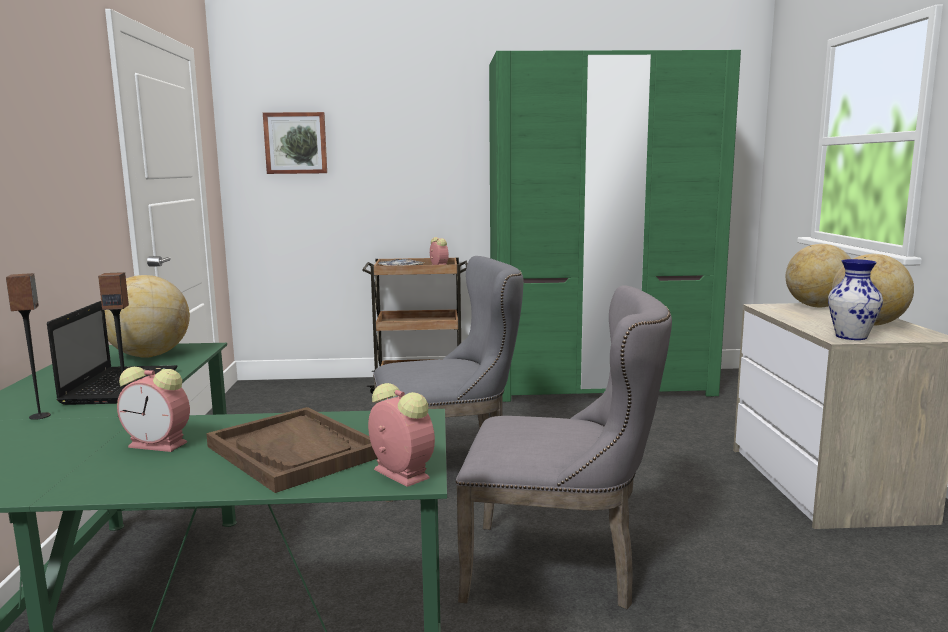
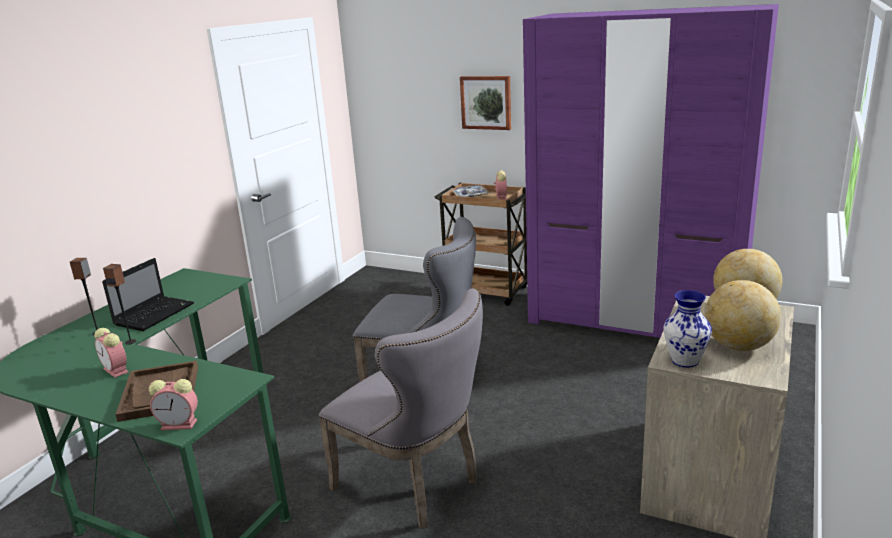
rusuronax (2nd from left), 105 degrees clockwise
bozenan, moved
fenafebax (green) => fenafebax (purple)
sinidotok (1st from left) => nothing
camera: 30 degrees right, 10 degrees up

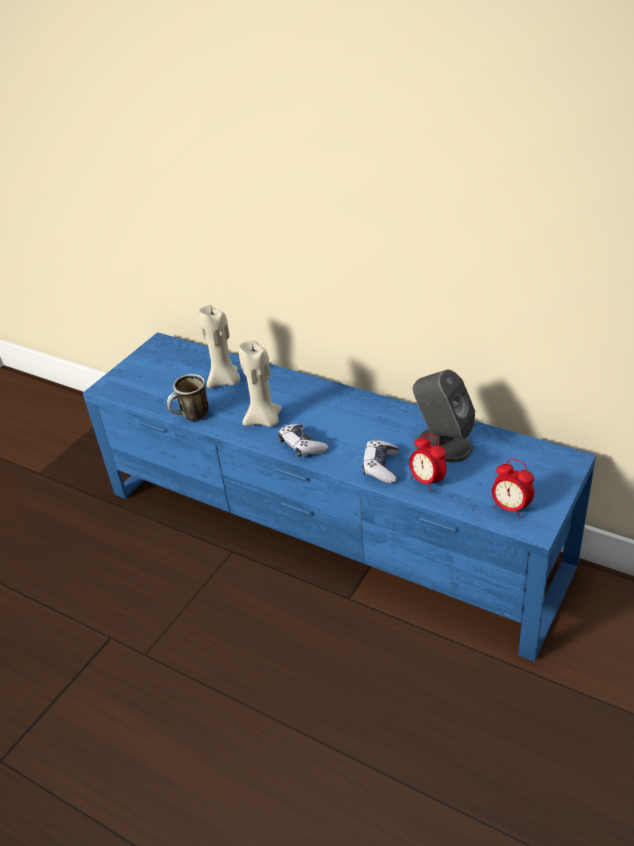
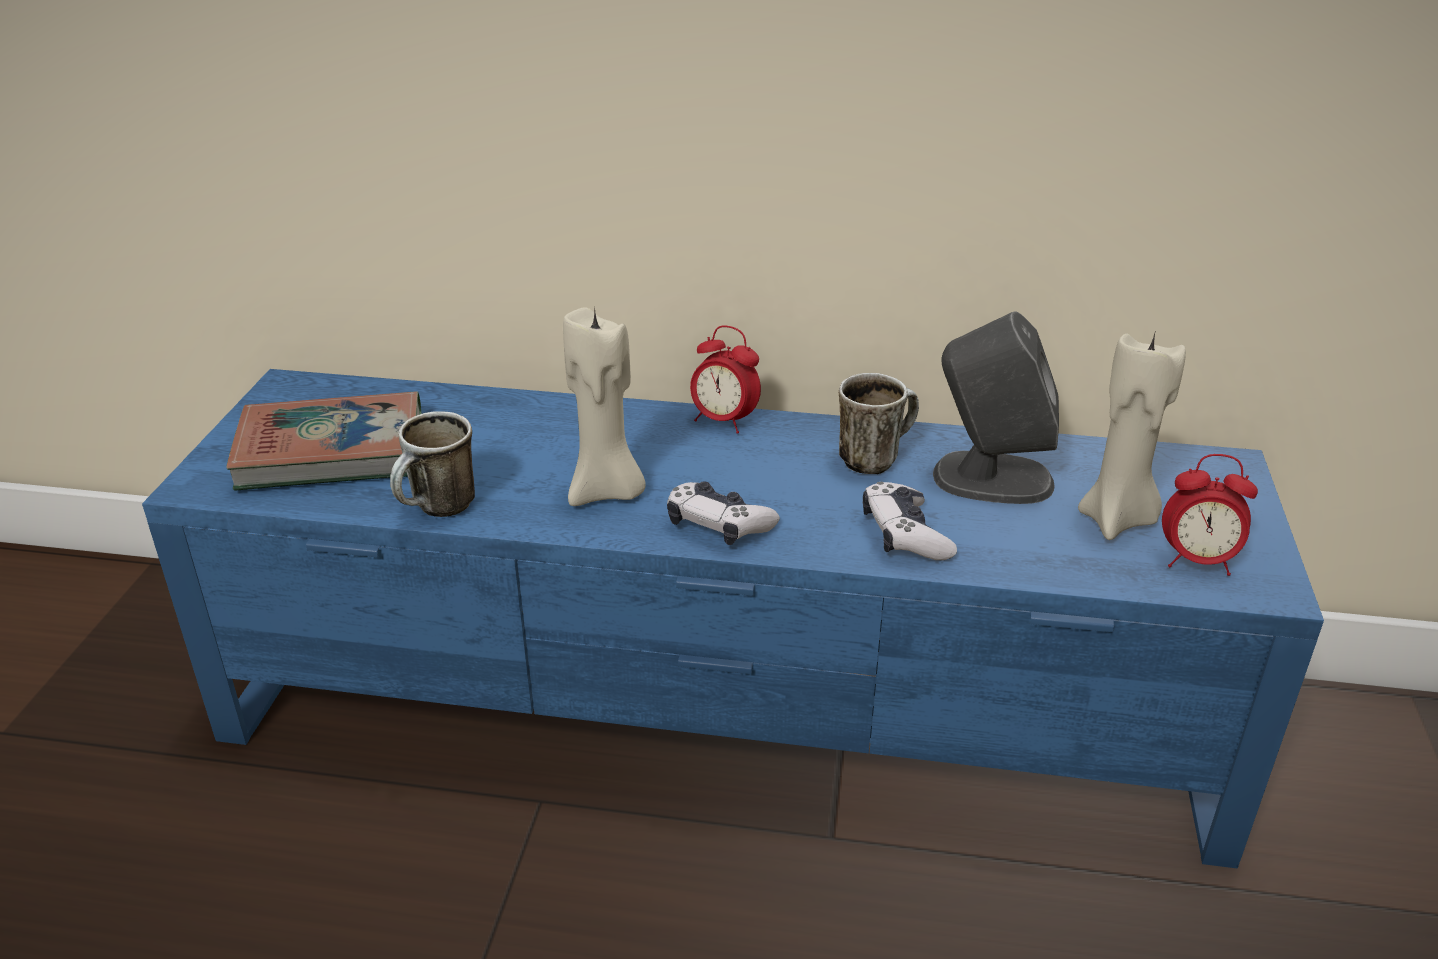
nothing => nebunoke
rusuronax (1st from left), moved
nothing => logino (2nd from left)
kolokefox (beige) (1st from left in the first image) => kolokefox (beige) (2nd from left), moved
camera: 25 degrees left, 5 degrees down

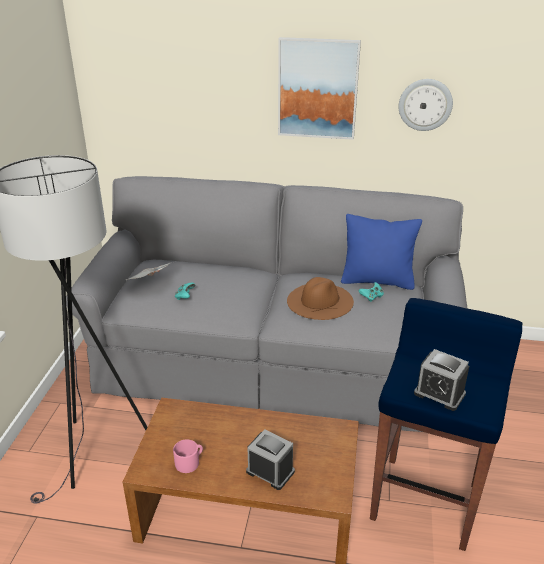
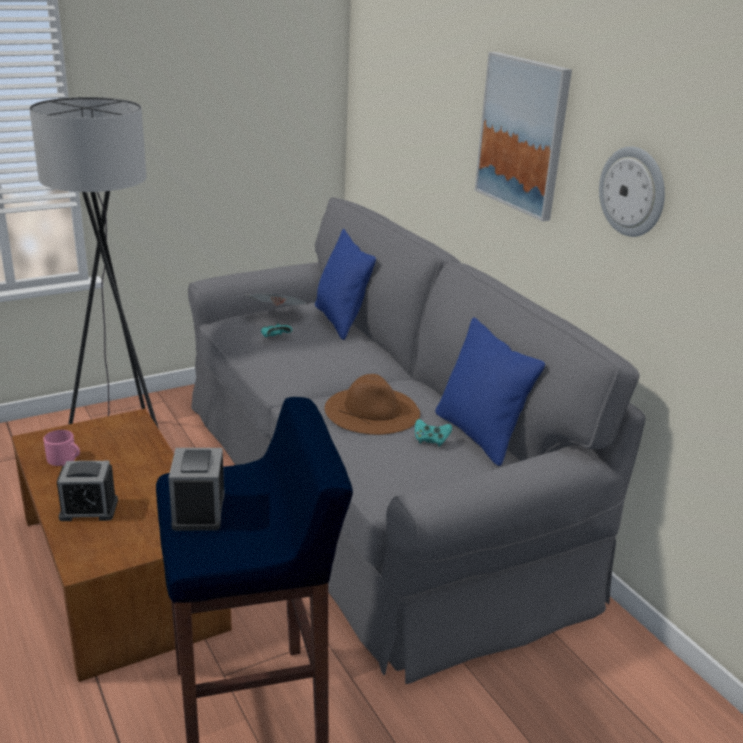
rusuronax (1st from left), 90 degrees clockwise
nothing => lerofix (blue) (1st from left)
camera: 50 degrees right, 5 degrees down

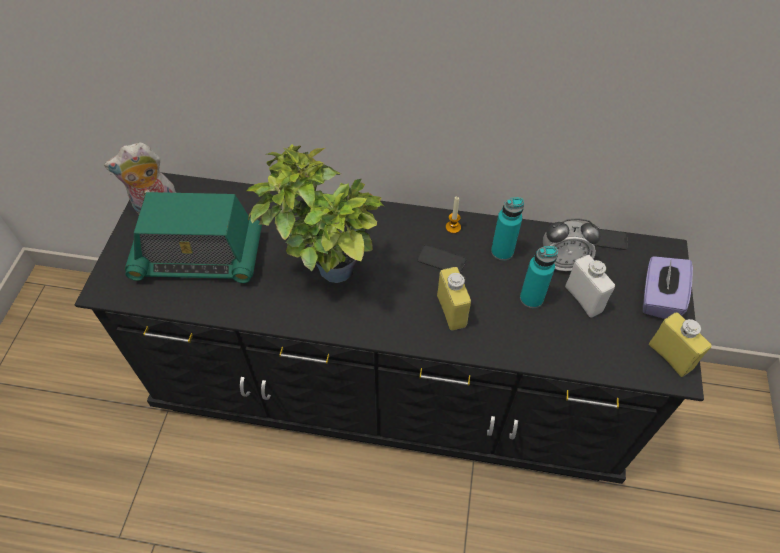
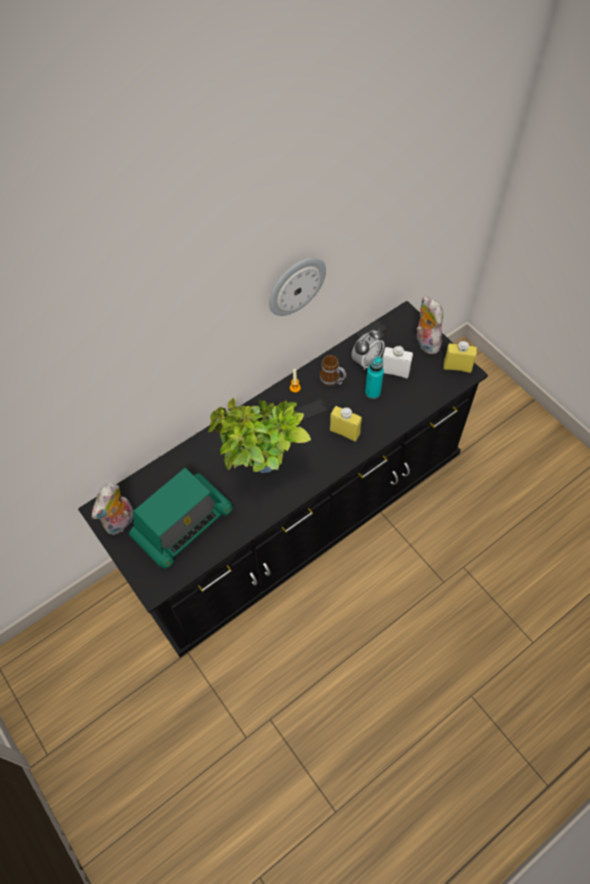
nothing => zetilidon
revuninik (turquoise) (1st from left) => logino
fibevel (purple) => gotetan (2nd from left)
camera: 45 degrees left, 5 degrees up

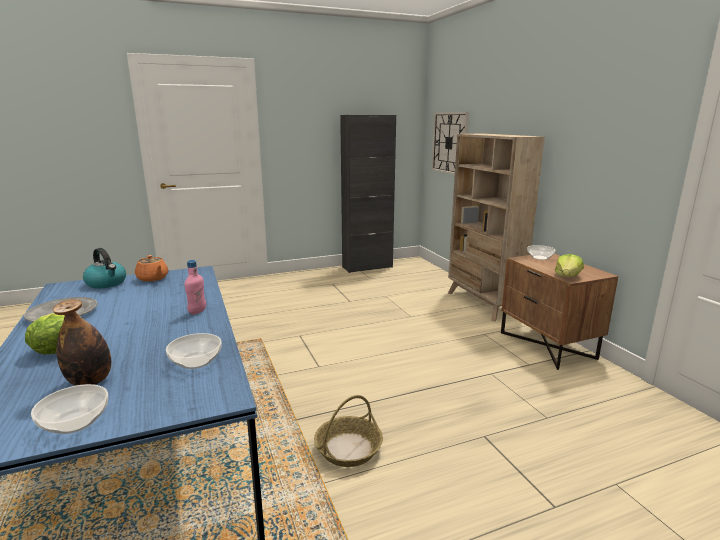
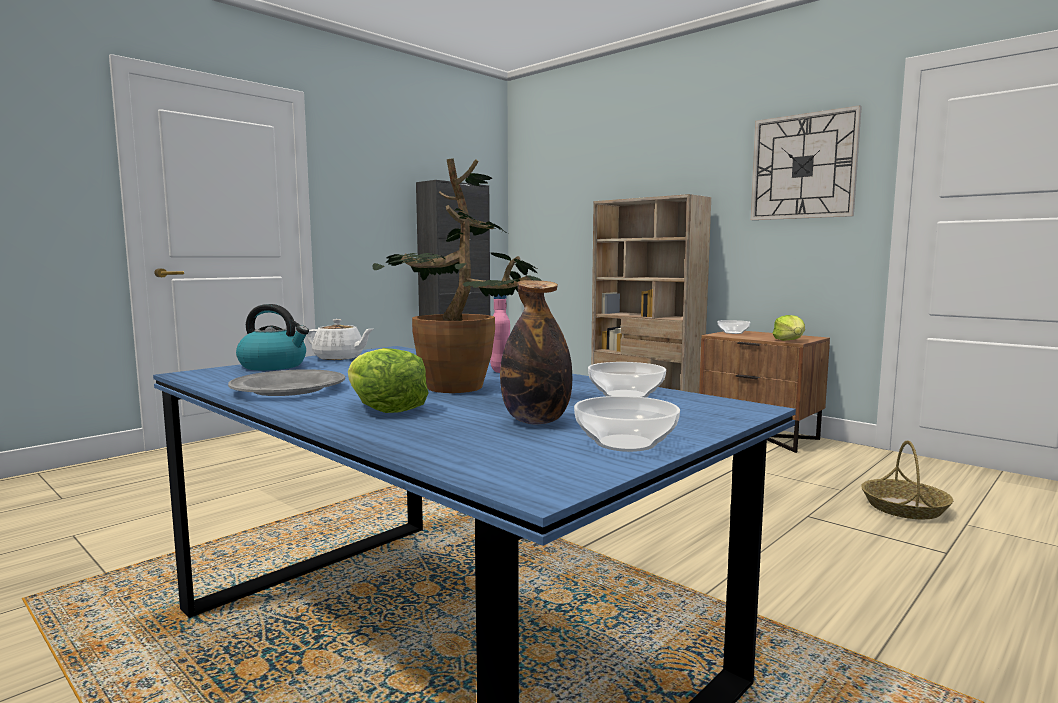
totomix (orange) => totomix (white)
nothing => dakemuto
zetilidon, moved
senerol, moved
camera: 25 degrees left, 10 degrees down

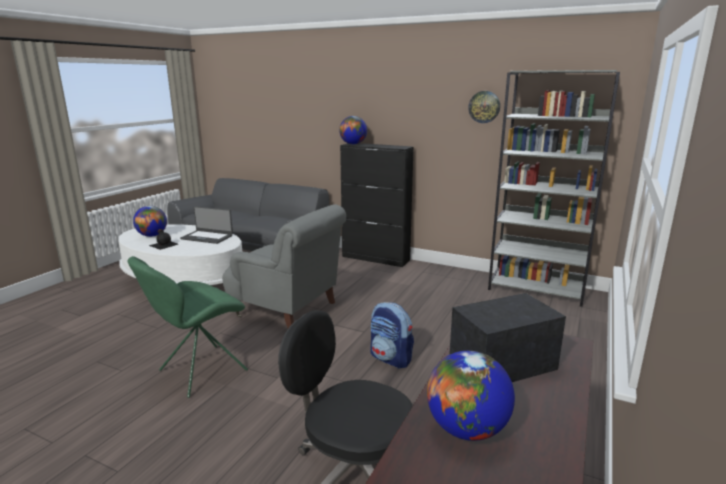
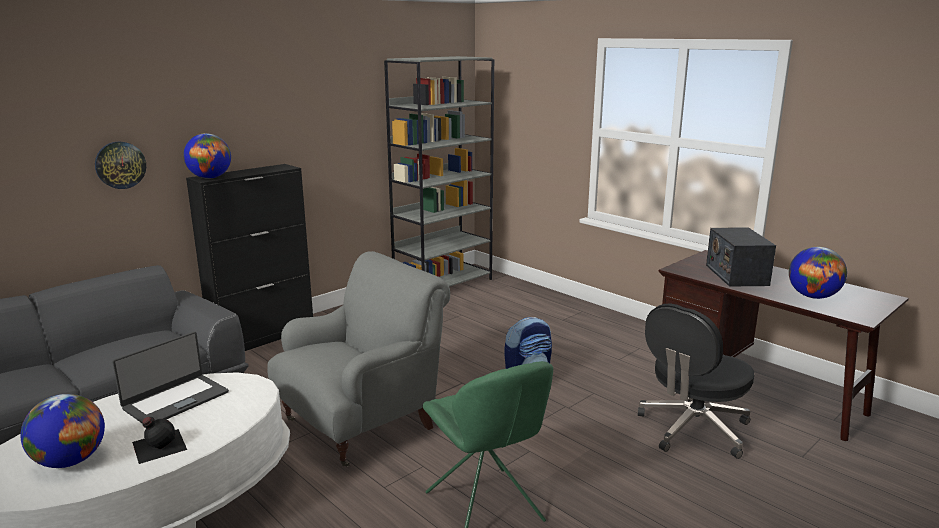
zetilidon, moved
camera: 70 degrees left, 0 degrees up

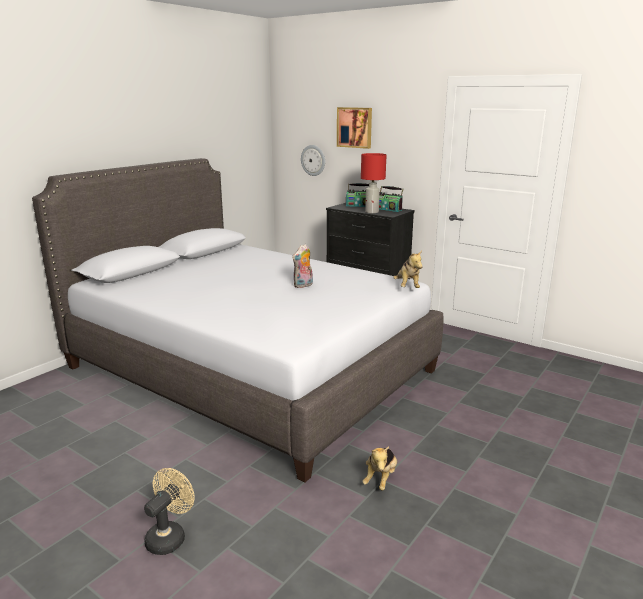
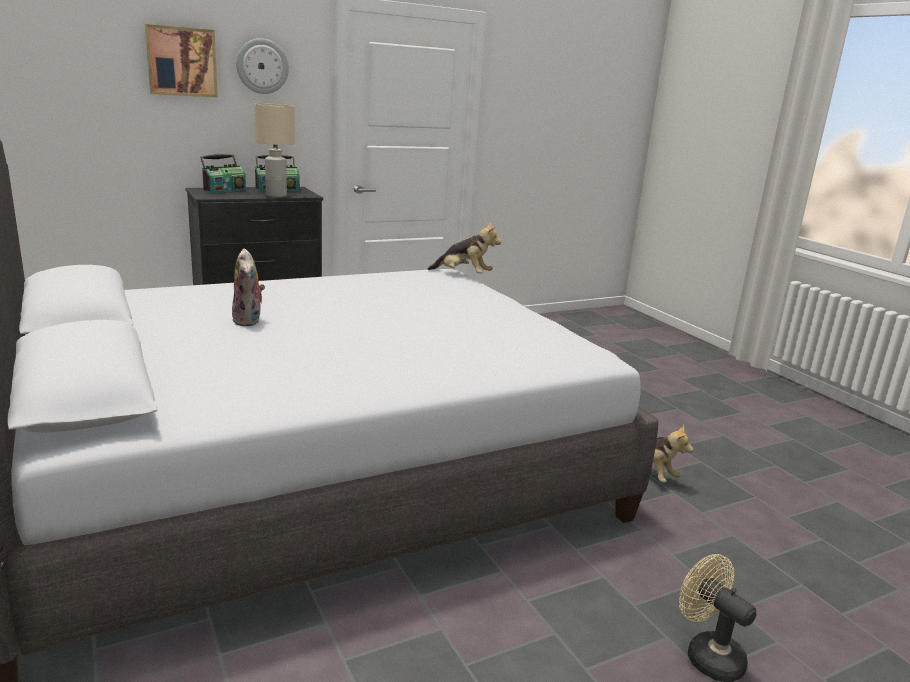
gotetan (1st from left), moved
zetilidon, moved
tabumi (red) => tabumi (beige)
camera: 65 degrees left, 0 degrees up

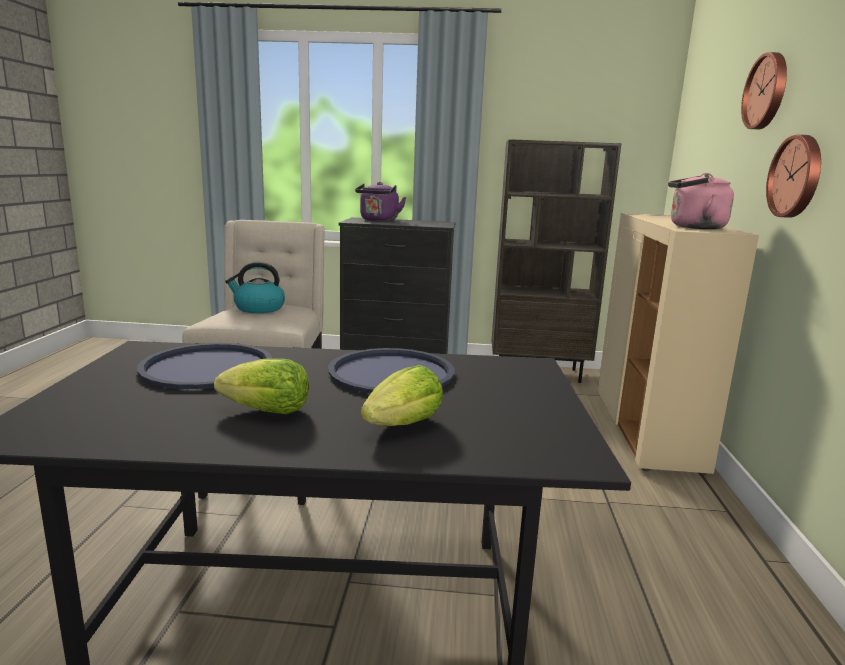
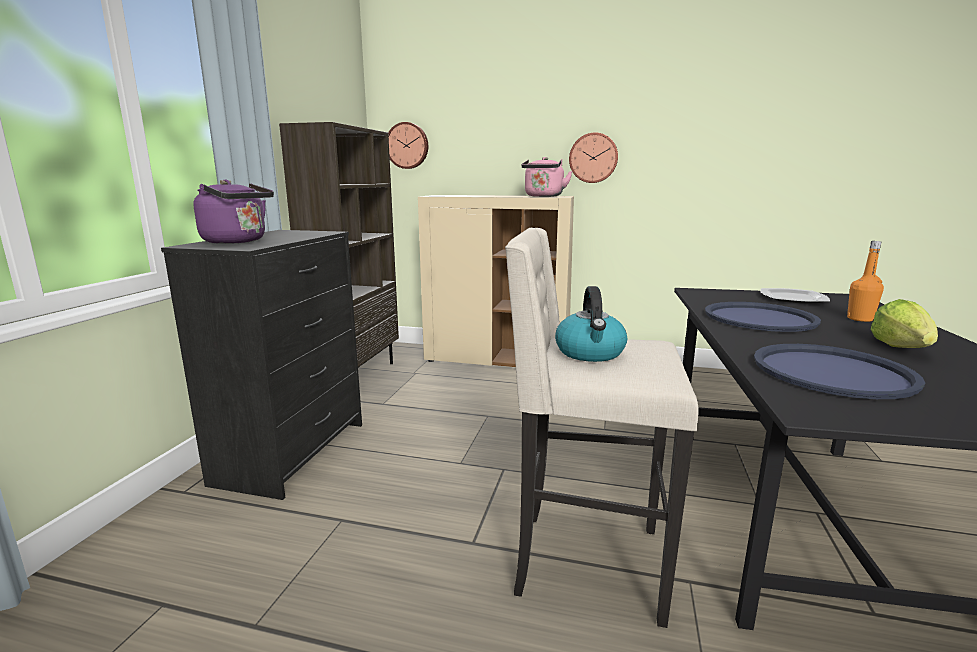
zetilidon (1st from left), moved
nothing => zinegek
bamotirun (2nd from left) => revuninik (orange)
camera: 80 degrees left, 0 degrees up

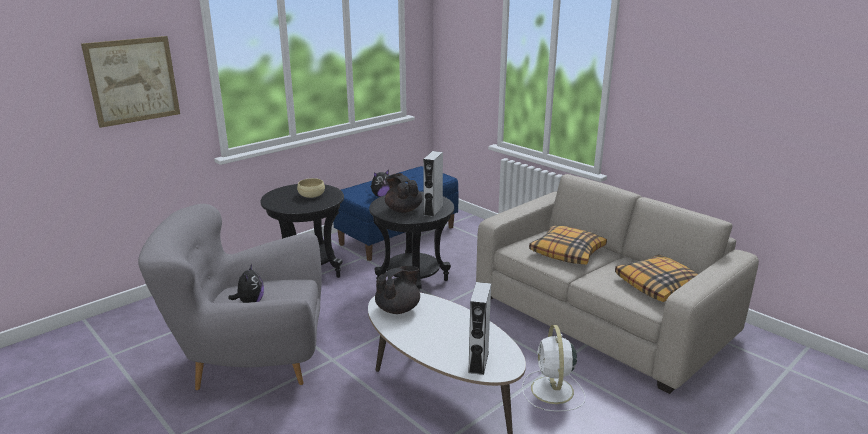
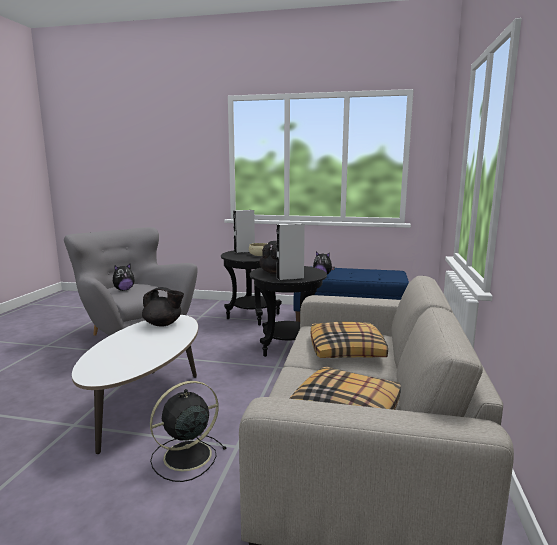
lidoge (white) => lidoge (black)
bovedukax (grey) (2nd from left in the first image) => bovedukax (grey) (1st from left), moved
bozenan => nothing
camera: 55 degrees right, 10 degrees down

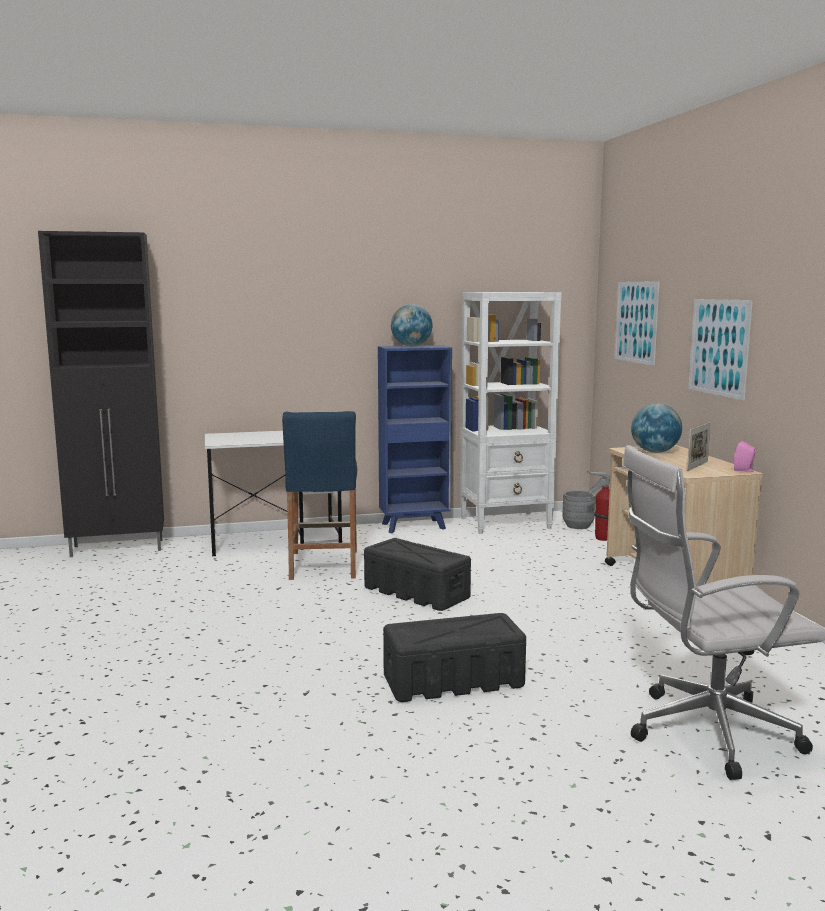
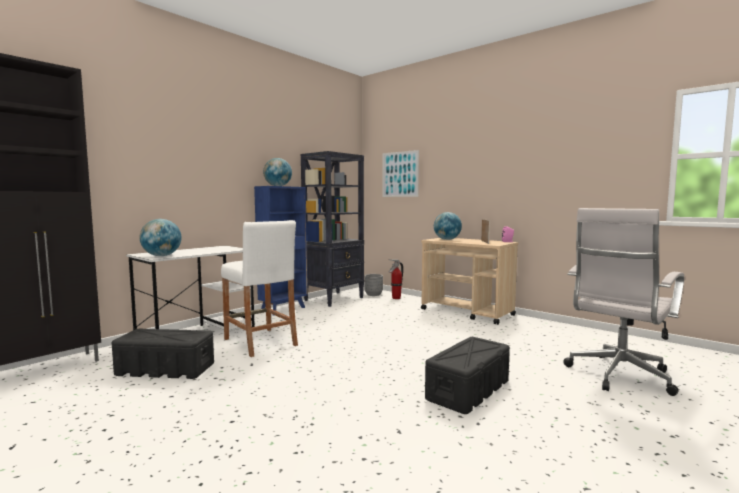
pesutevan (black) (1st from left), moved
nothing => sinidotok (1st from left)
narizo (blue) => narizo (white)
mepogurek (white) => mepogurek (black)
bozenan (2nd from left) => nothing
camera: 35 degrees left, 5 degrees down

